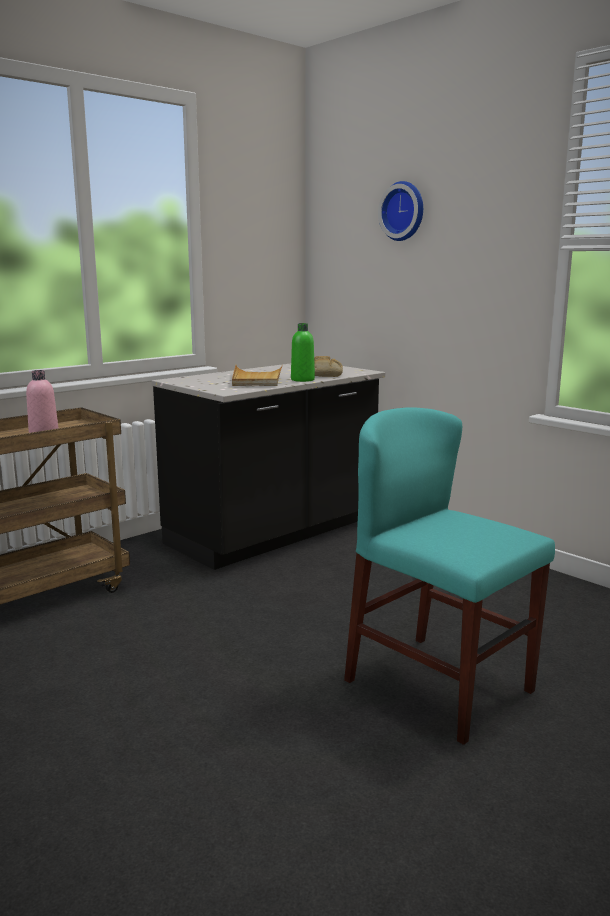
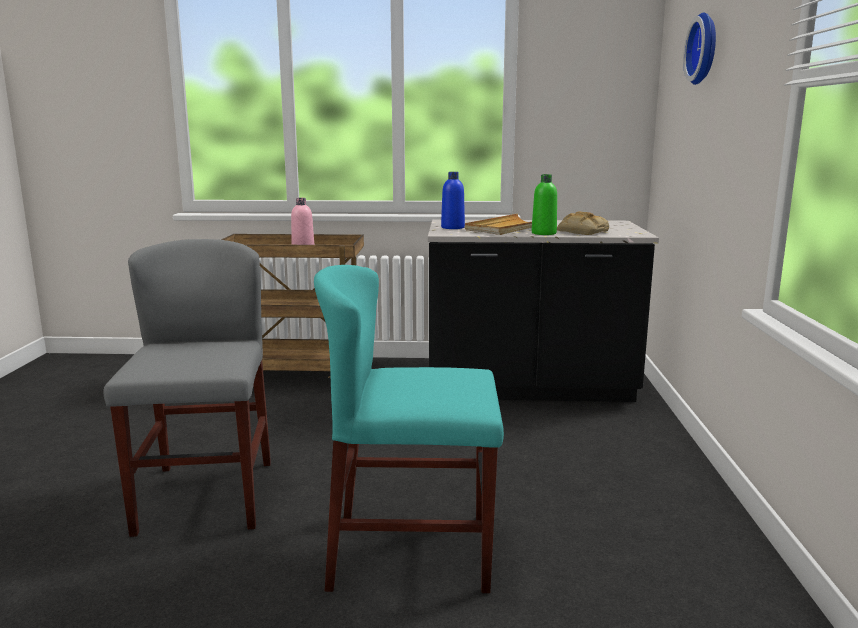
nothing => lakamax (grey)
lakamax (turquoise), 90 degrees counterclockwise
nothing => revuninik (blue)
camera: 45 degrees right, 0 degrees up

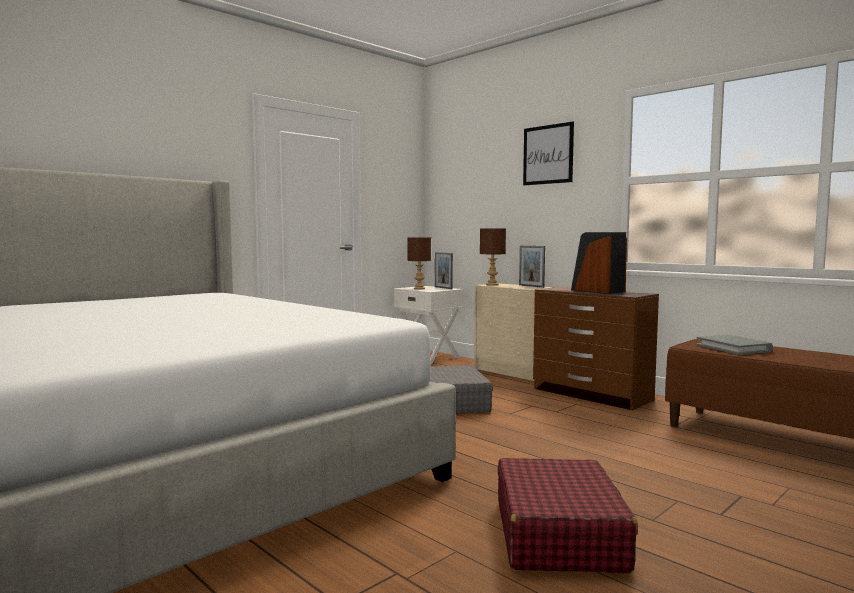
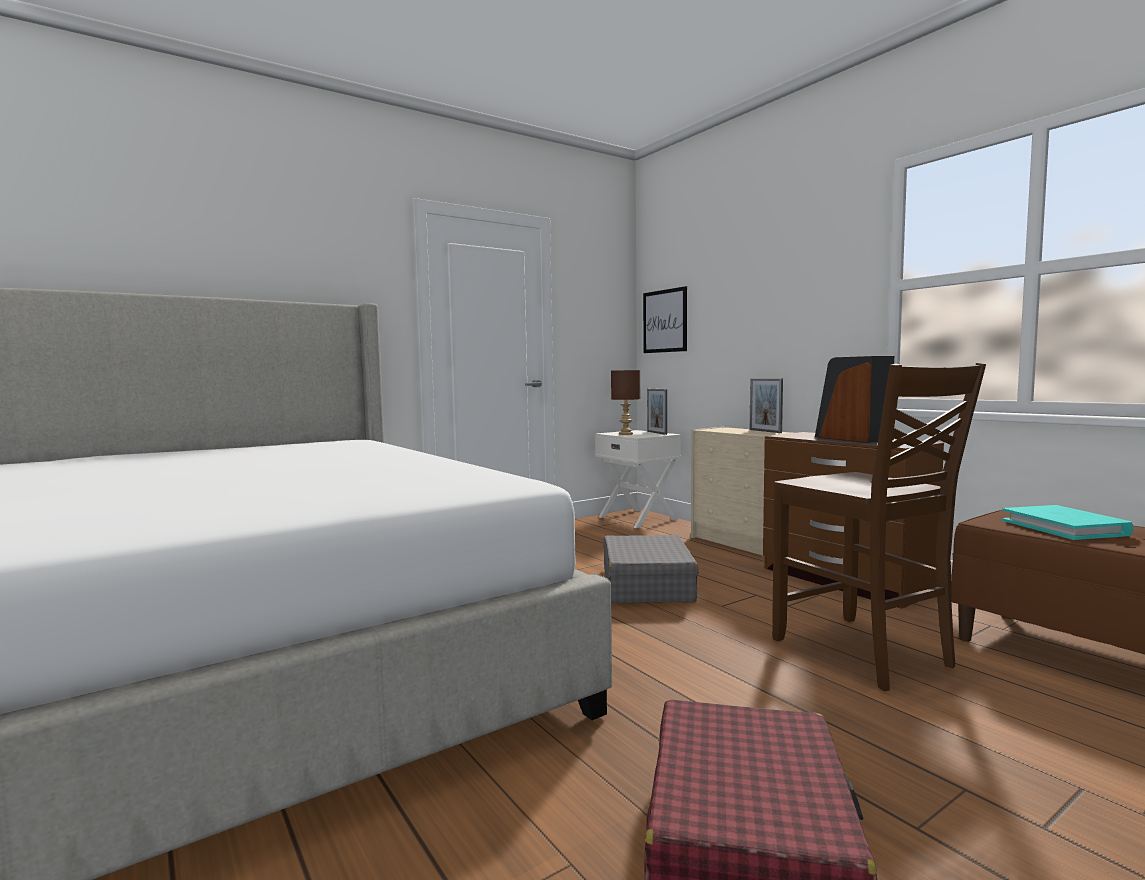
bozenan, moved
nothing => lakamax (brown)
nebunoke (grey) => nebunoke (turquoise)
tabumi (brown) (2nd from left) => nothing
camera: 10 degrees right, 0 degrees up

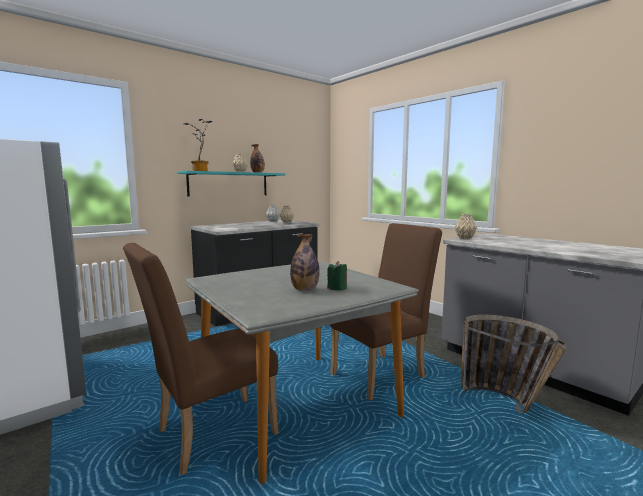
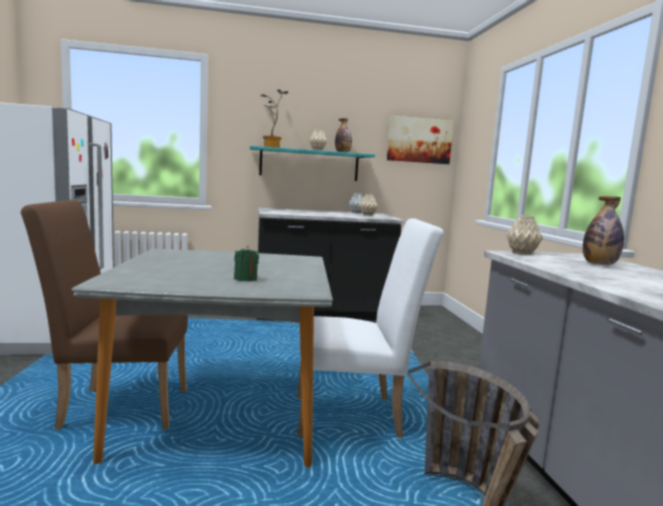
lakamax (brown) (2nd from left) => lakamax (white)
nothing => bozenan
revuninik (2nd from left), moved
camera: 30 degrees right, 0 degrees up

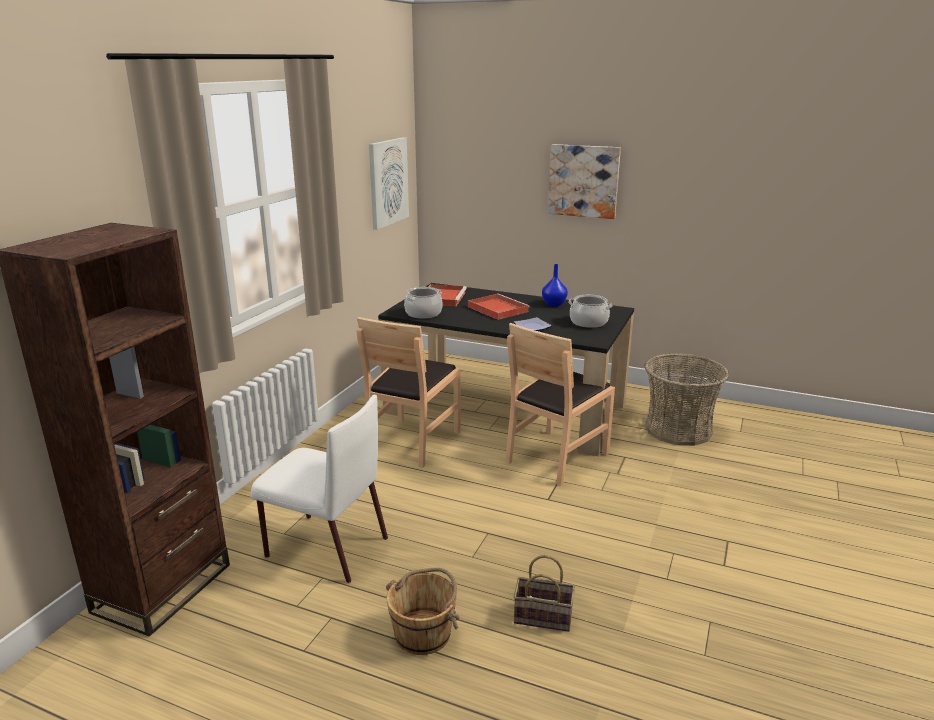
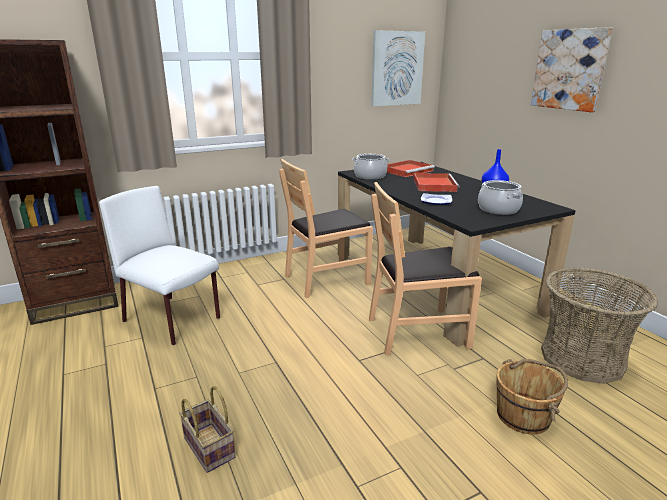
lakamax (white), 150 degrees clockwise
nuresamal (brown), moved
camera: 40 degrees right, 0 degrees up

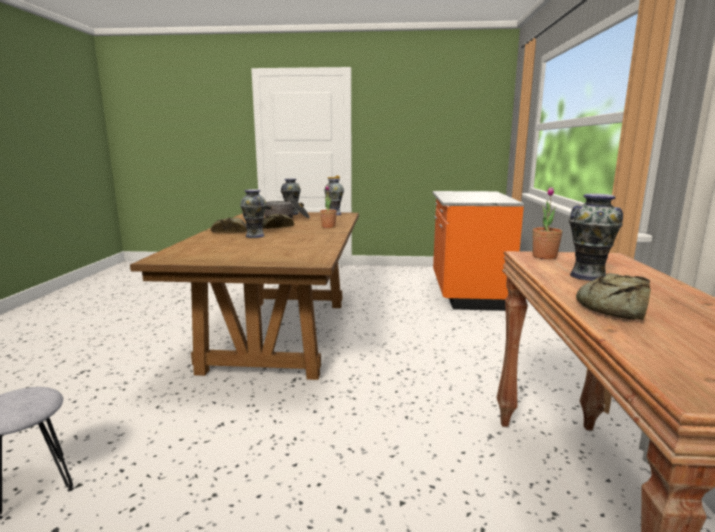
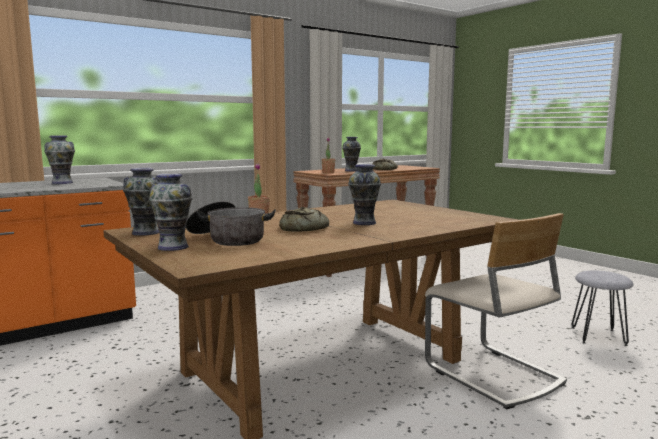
nothing => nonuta (1st from left)
nothing => lakamax (beige)
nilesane (1st from left) => nothing
camera: 130 degrees left, 5 degrees down

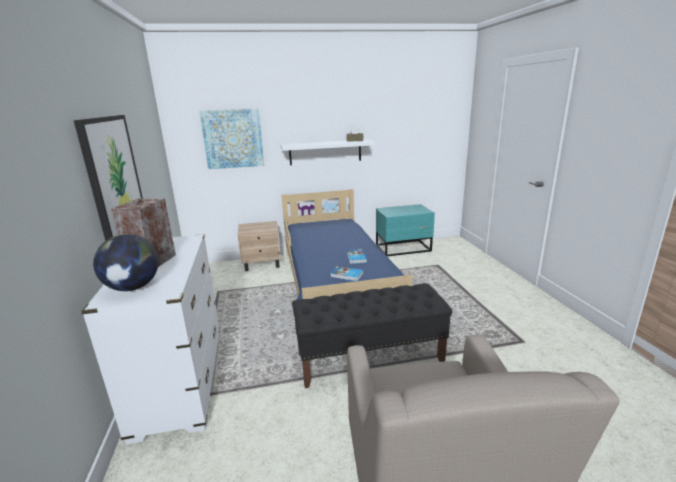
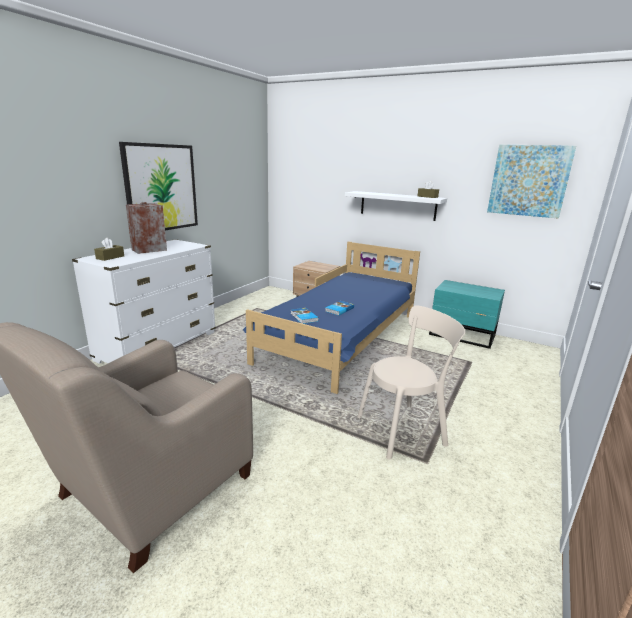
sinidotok => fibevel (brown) (1st from left)
nothing => lakamax (beige)
bozenan (2nd from left), moved
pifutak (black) => nothing
camera: 40 degrees right, 0 degrees up

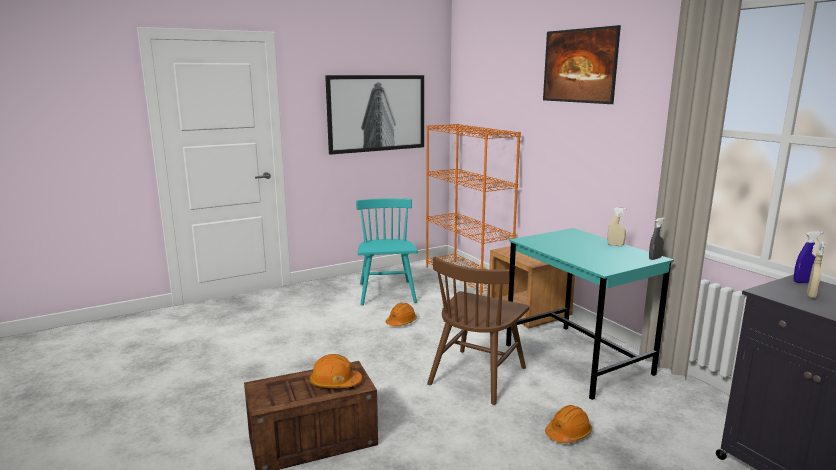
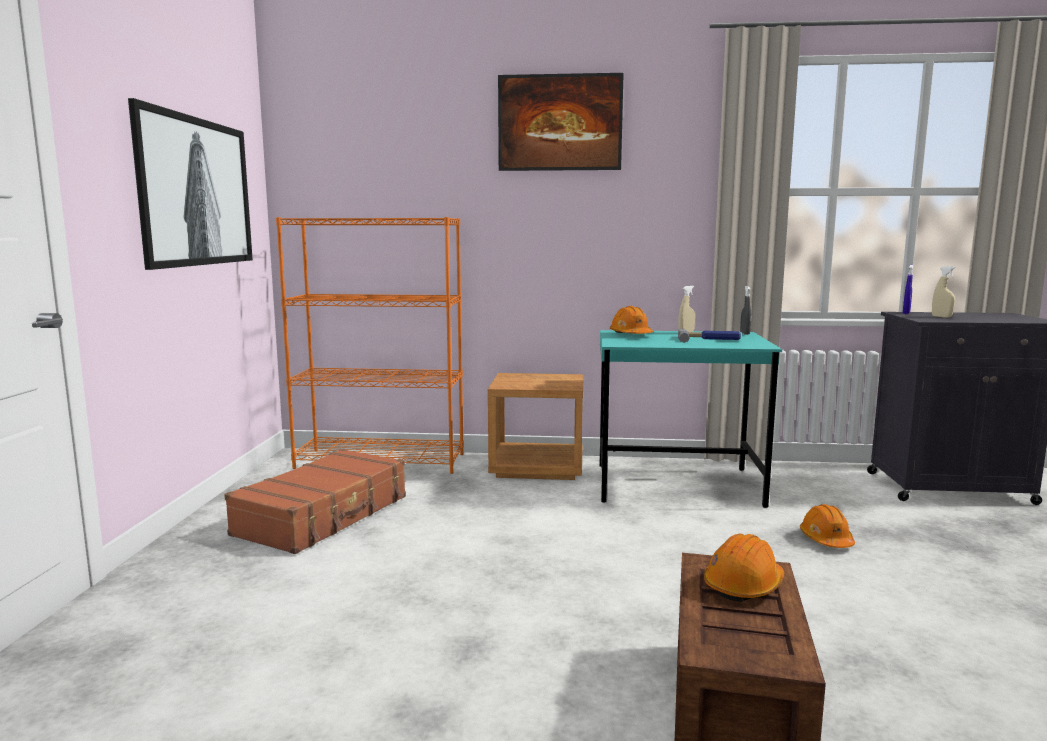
lakamax (turquoise) => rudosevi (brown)
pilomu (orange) (2nd from left in the first image) => pilomu (orange) (1st from left), moved
nothing => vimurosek
lakamax (brown) => nothing
camera: 55 degrees left, 5 degrees down

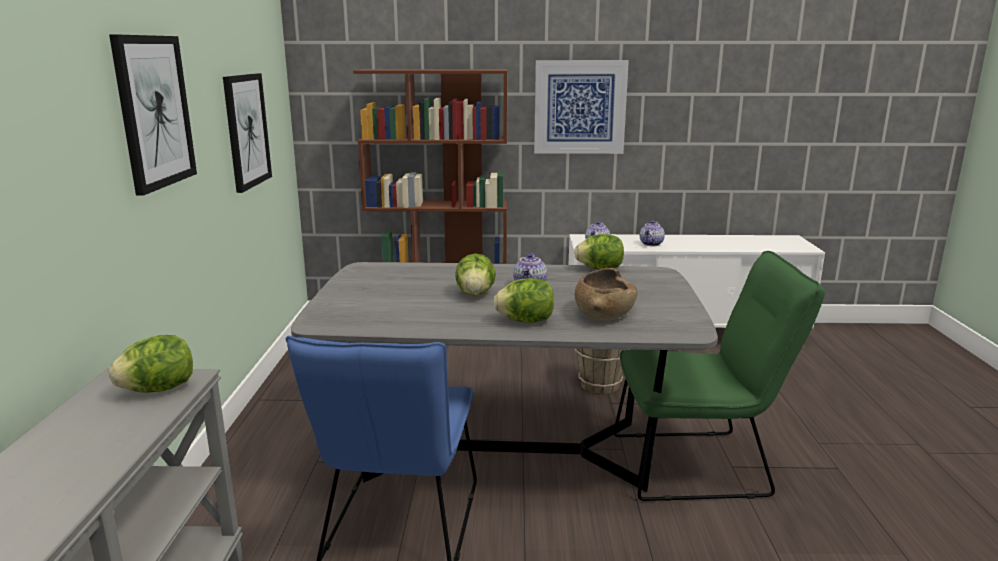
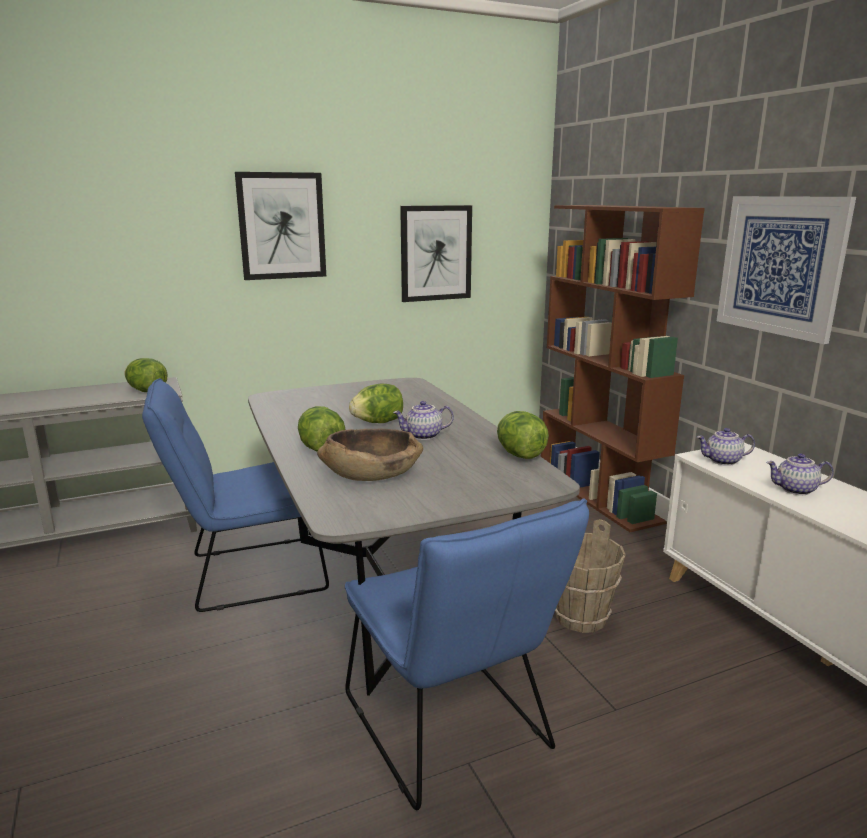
lakamax (green) => lakamax (blue) (2nd from left)
camera: 65 degrees right, 0 degrees up

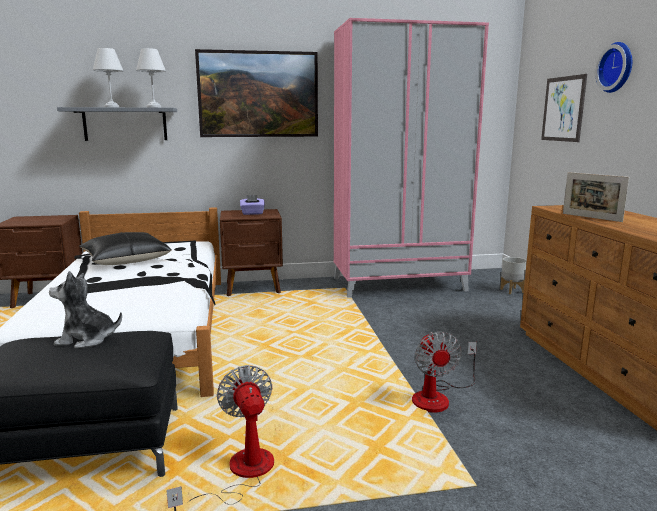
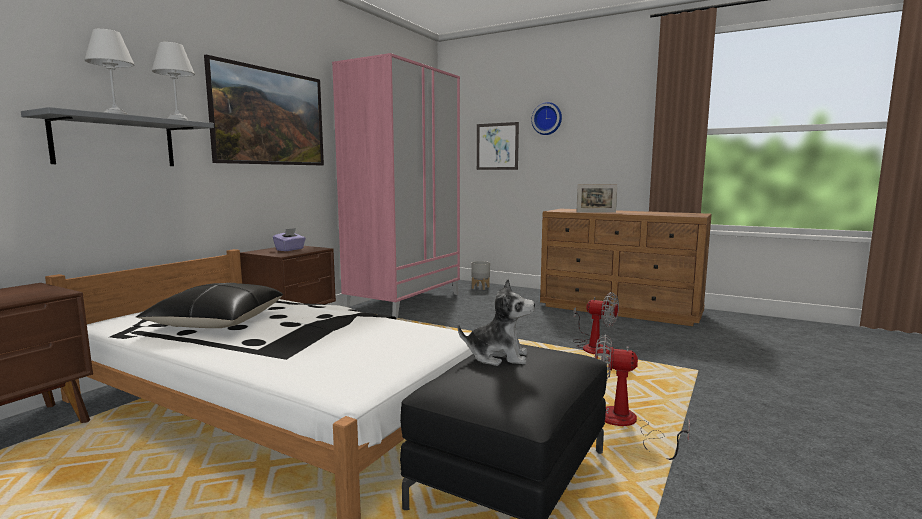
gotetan, 120 degrees counterclockwise
camera: 50 degrees left, 5 degrees down

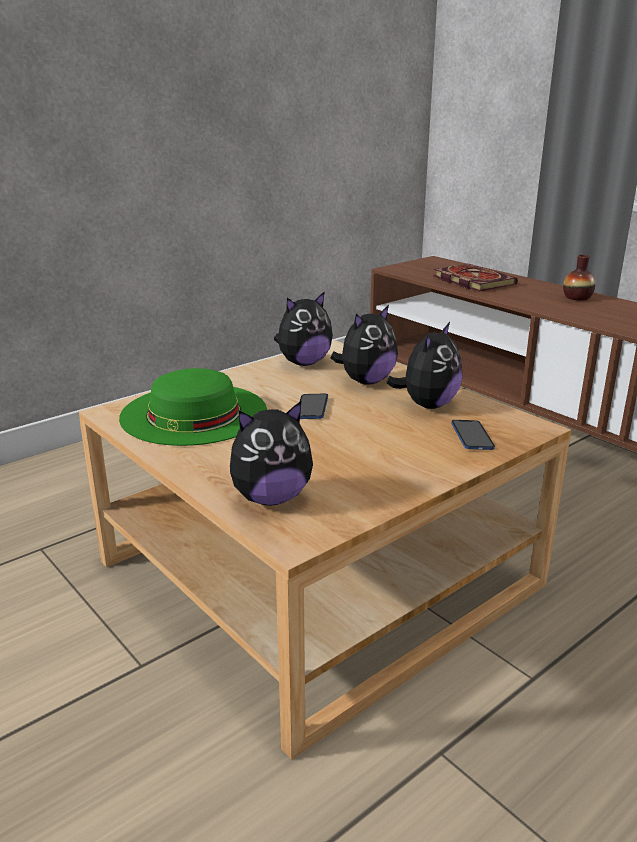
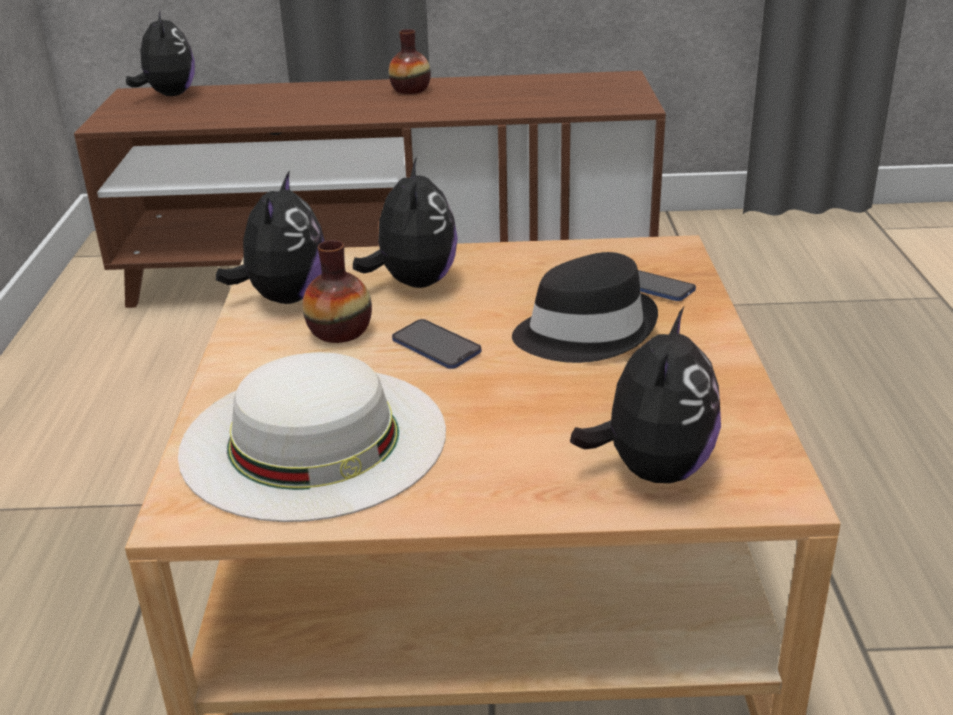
gotetan (4th from left in the first image) => gotetan (1st from left), moved
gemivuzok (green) => gemivuzok (white)
nothing => nonuta (1st from left)
nothing => gemivuzok (black)
nebunoke => nothing
camera: 50 degrees left, 5 degrees up

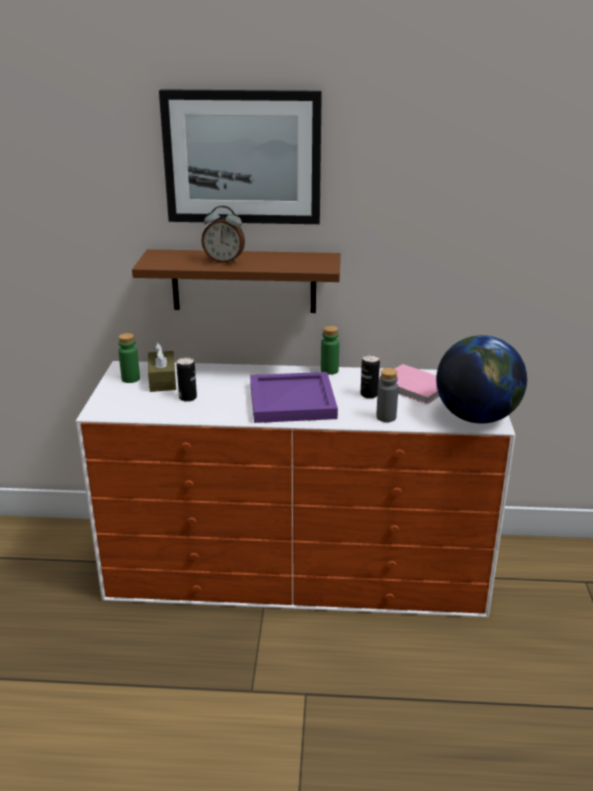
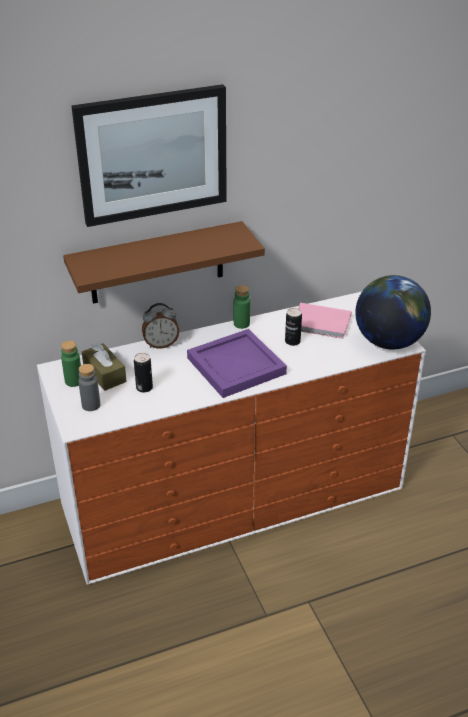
revuninik (grey), moved
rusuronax, moved
camera: 25 degrees left, 10 degrees up

